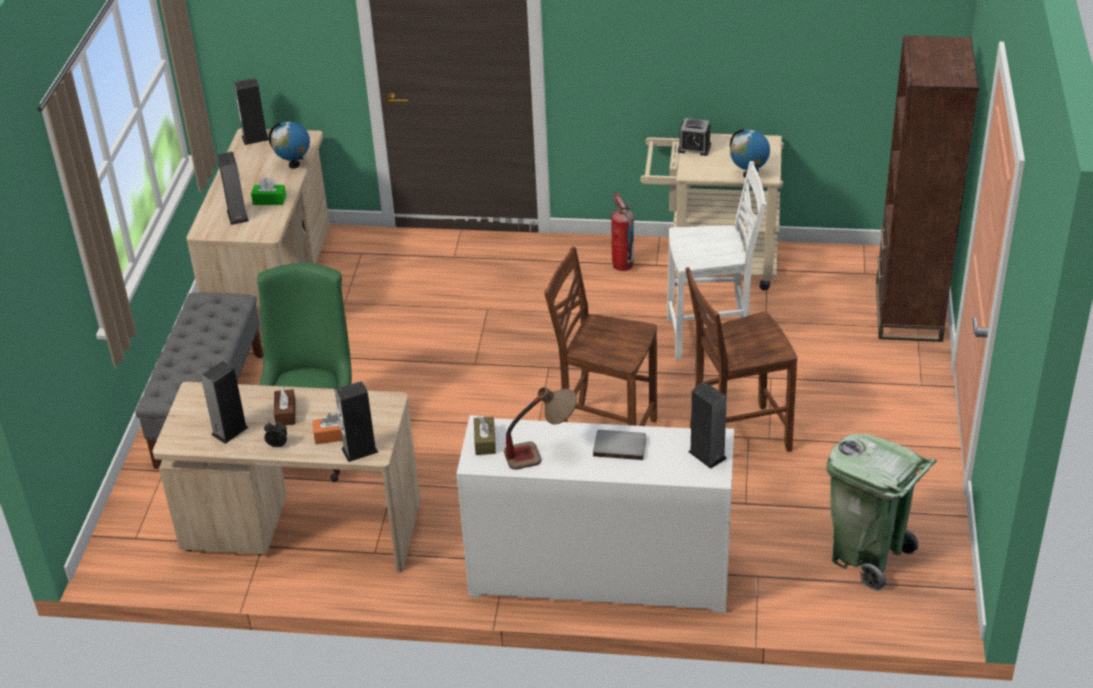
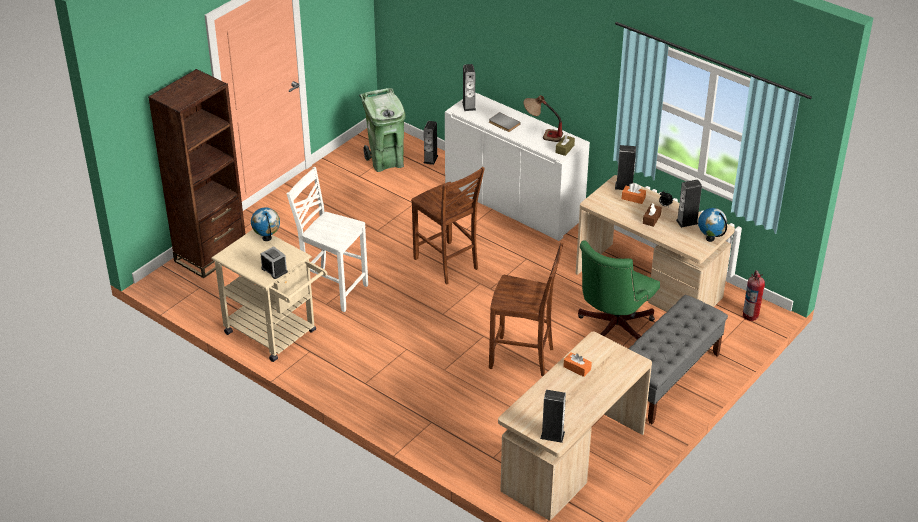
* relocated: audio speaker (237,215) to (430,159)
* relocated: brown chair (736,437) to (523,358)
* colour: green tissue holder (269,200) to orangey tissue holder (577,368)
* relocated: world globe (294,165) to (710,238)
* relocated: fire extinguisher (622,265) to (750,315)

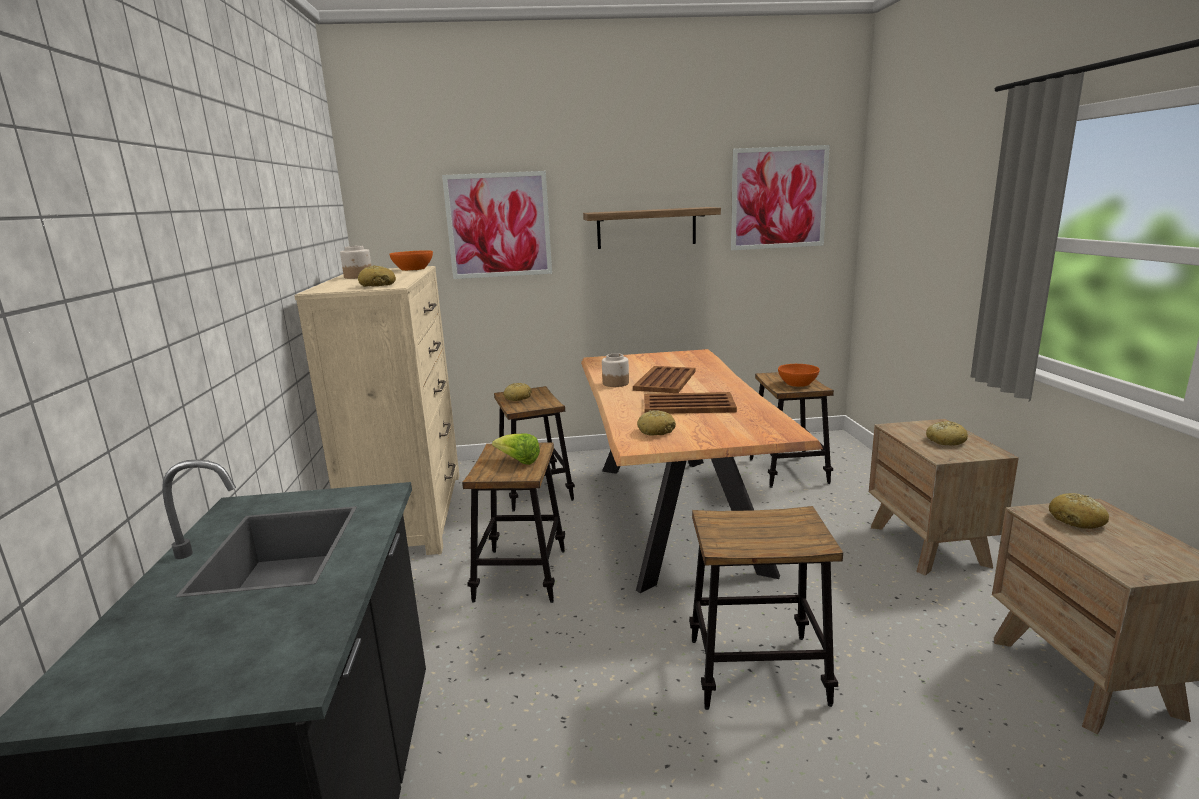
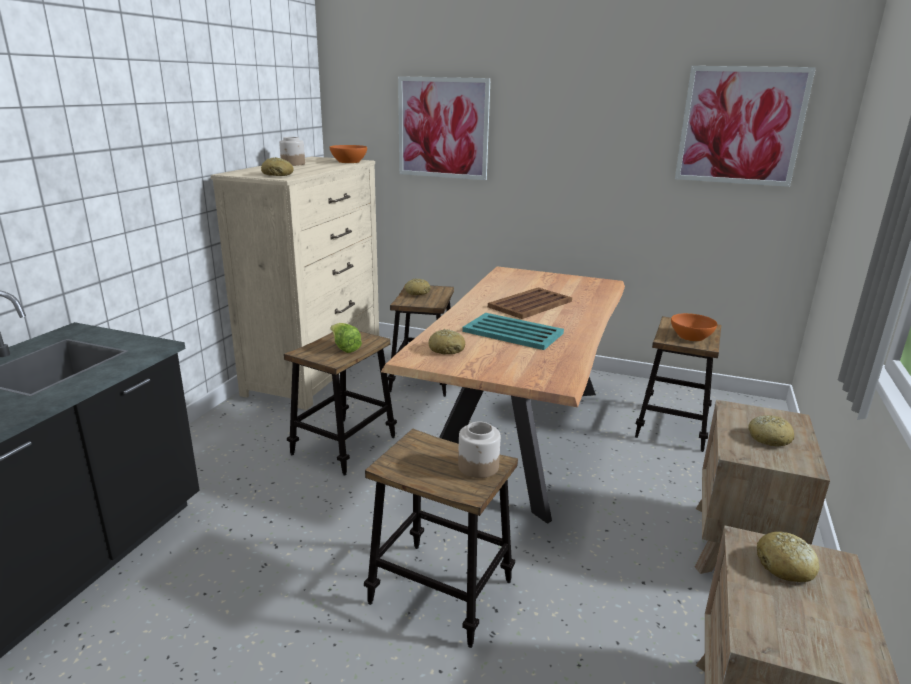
* relocated: preserve jar (616,383) to (479,466)
* colour: brown serving tray (689,405) to turquoise serving tray (513,332)
* missing: wall shelf (646,228)

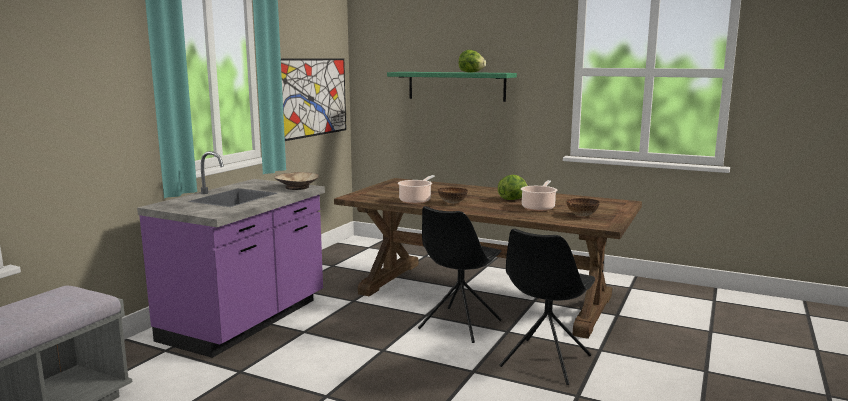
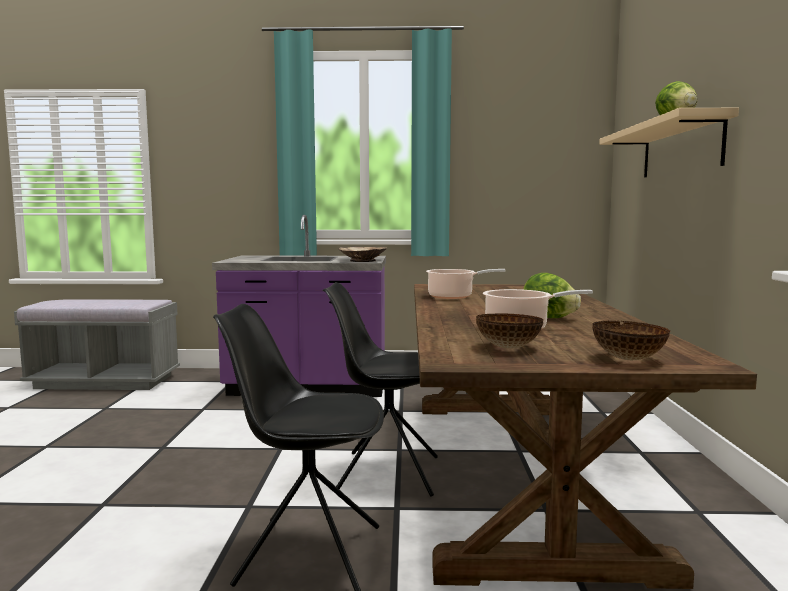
* relocated: deep dish (453,203) to (629,359)
* colour: green wall shelf (456,86) to beige wall shelf (680,149)
* missing: wall picture (313,97)

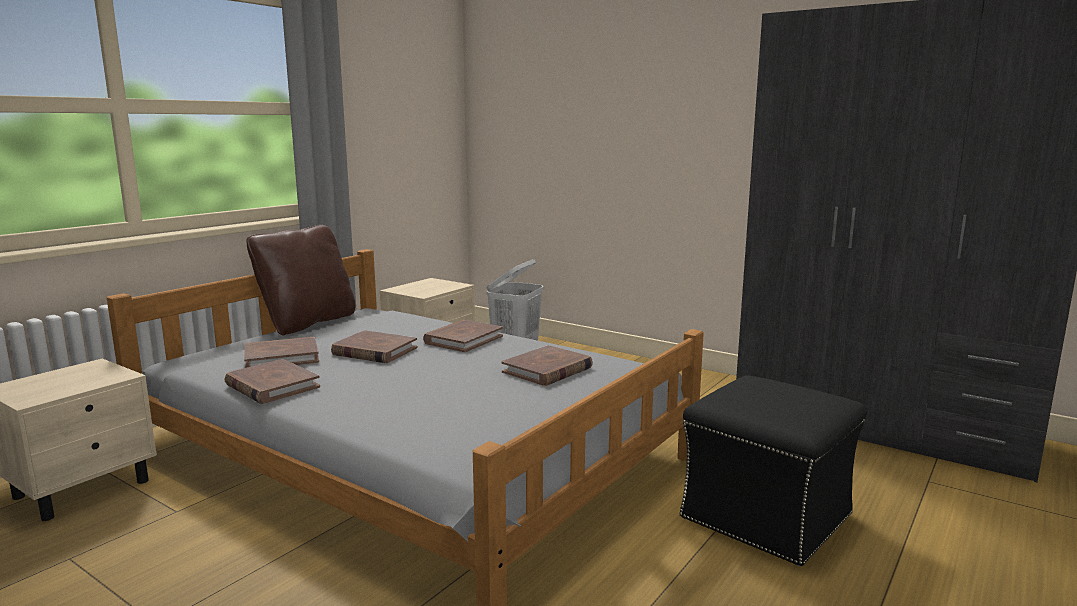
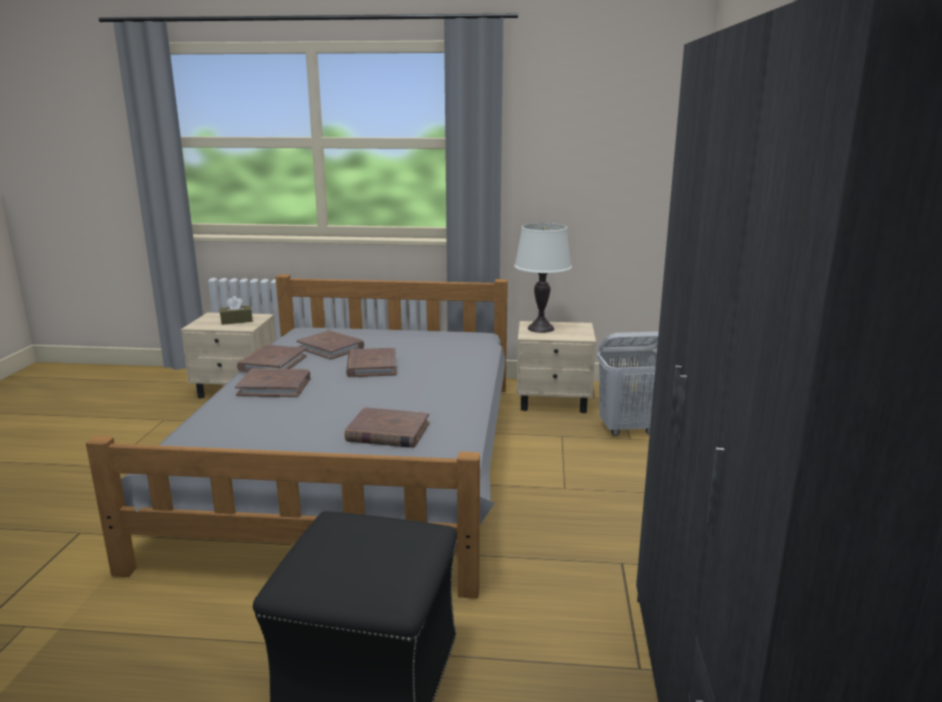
* appeared: brown tissue holder (236,321)
* relocated: brown volume (463,339) to (274,386)
* appeared: whitish table lamp (541,328)
* missing: brown cushion (308,322)

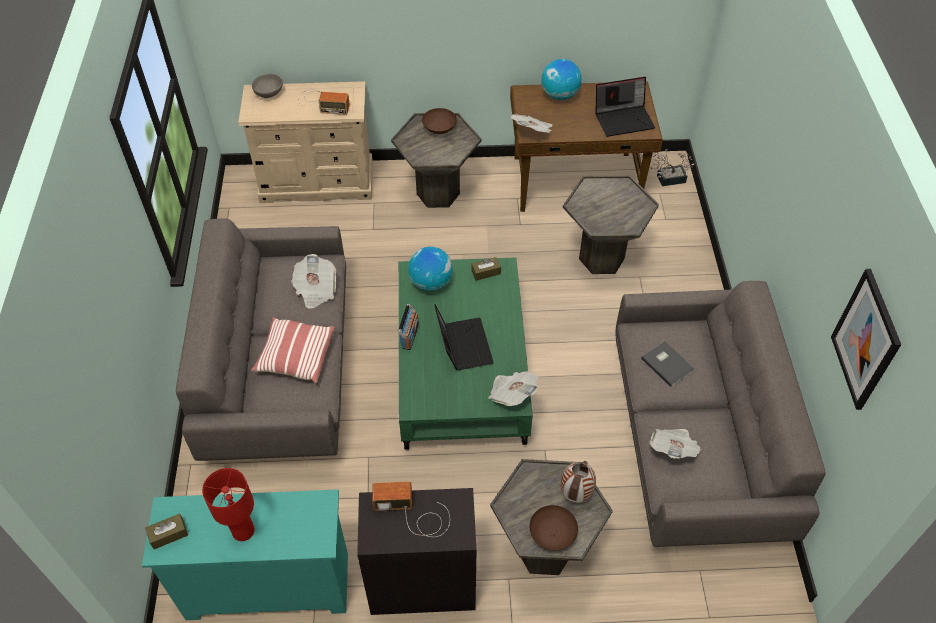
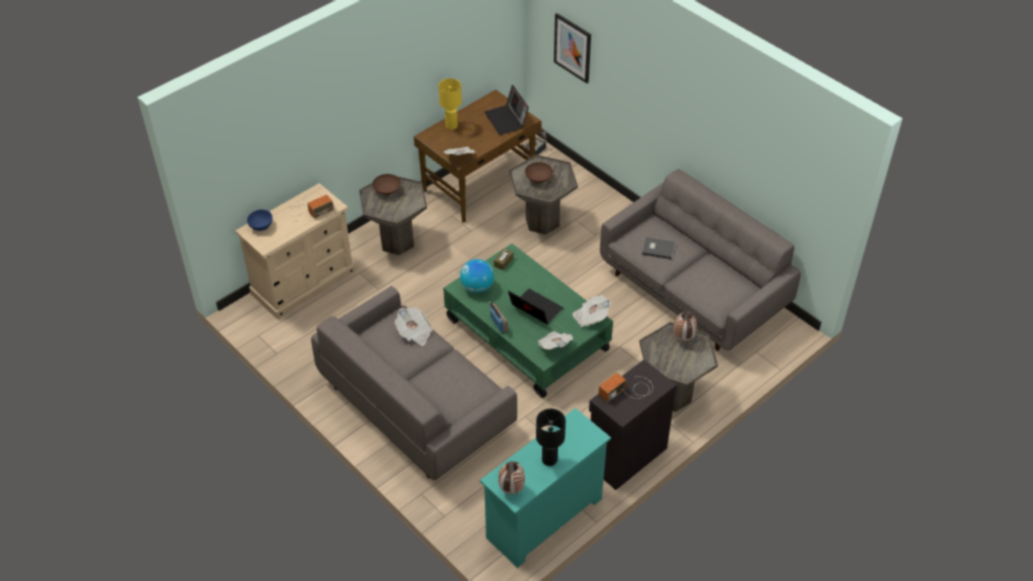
* colour: greyish deep dish (269,93) to blue deep dish (261,226)
* exchanged: world globe (559,95) to yellowish table lamp (452,126)
* spun: notebook computer (624,119) = (506,120) 120 degrees clockwise
* exchanged: brown tissue holder (168,534) to flower vase (511,489)
* relocated: brown deep dish (553,535) to (539,179)
* colour: red-coloured table lamp (243,531) to black table lamp (550,460)
* relocated: daily paper (673,449) to (554,346)
* relocated: wall picture (866,340) to (573,47)
* missing: cushion (295,357)

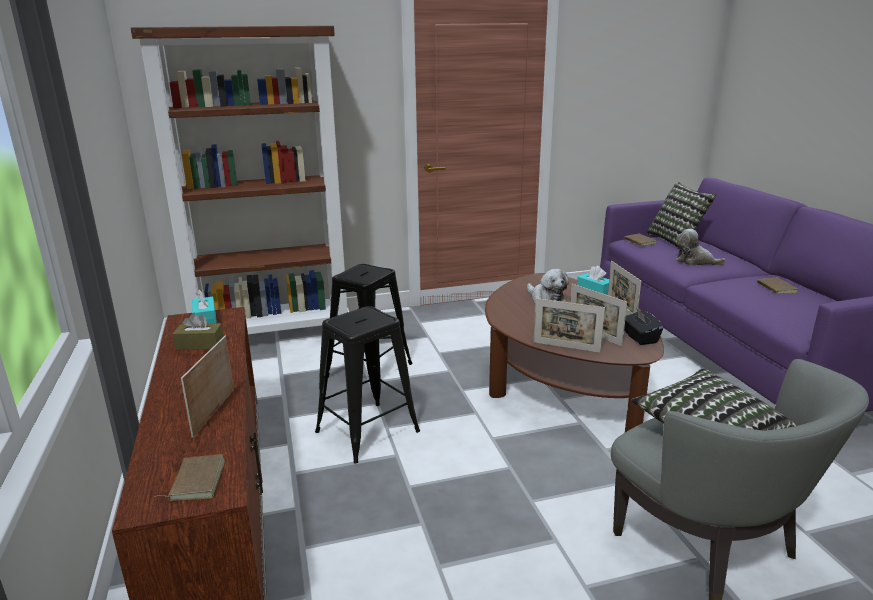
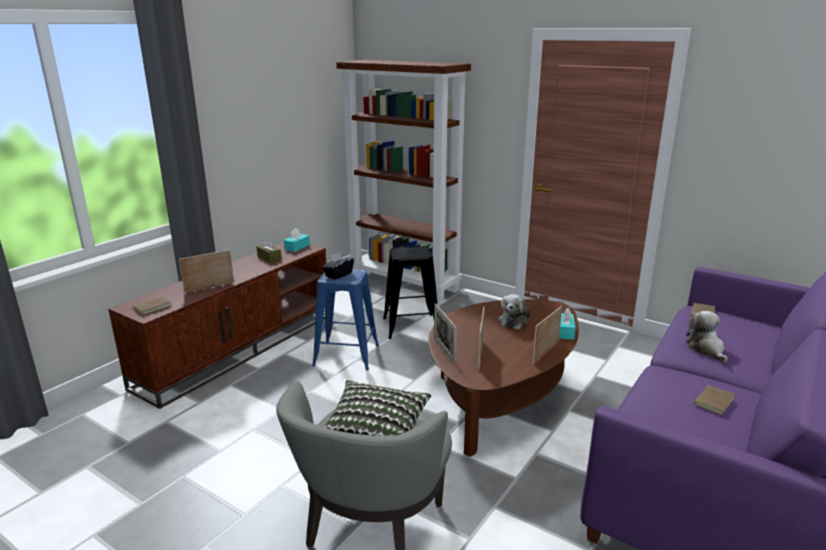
* colour: black sitting stool (367,431) to blue sitting stool (346,355)
* relocated: black tissue holder (640,338) to (338,275)
* missing: cushion (676,241)

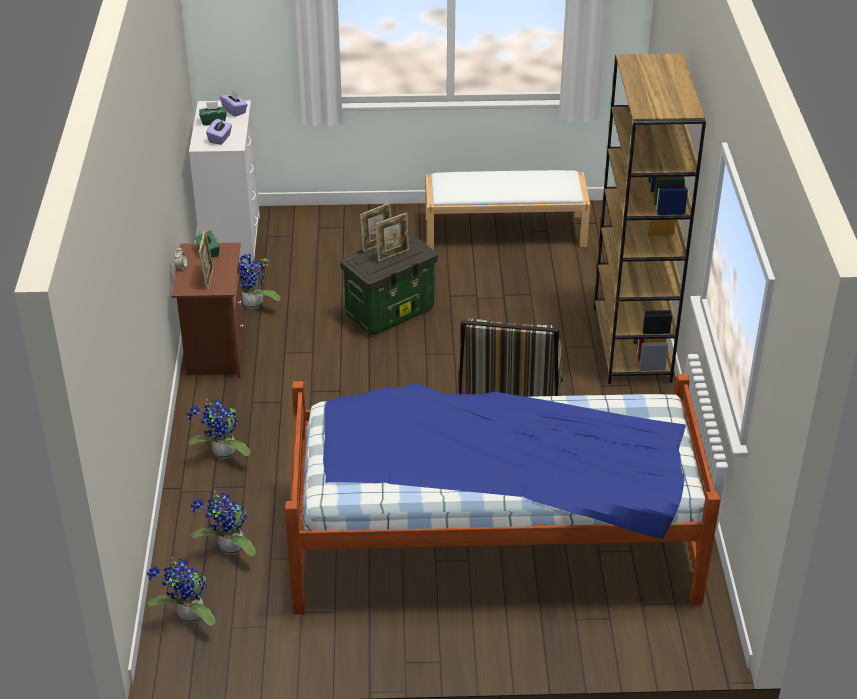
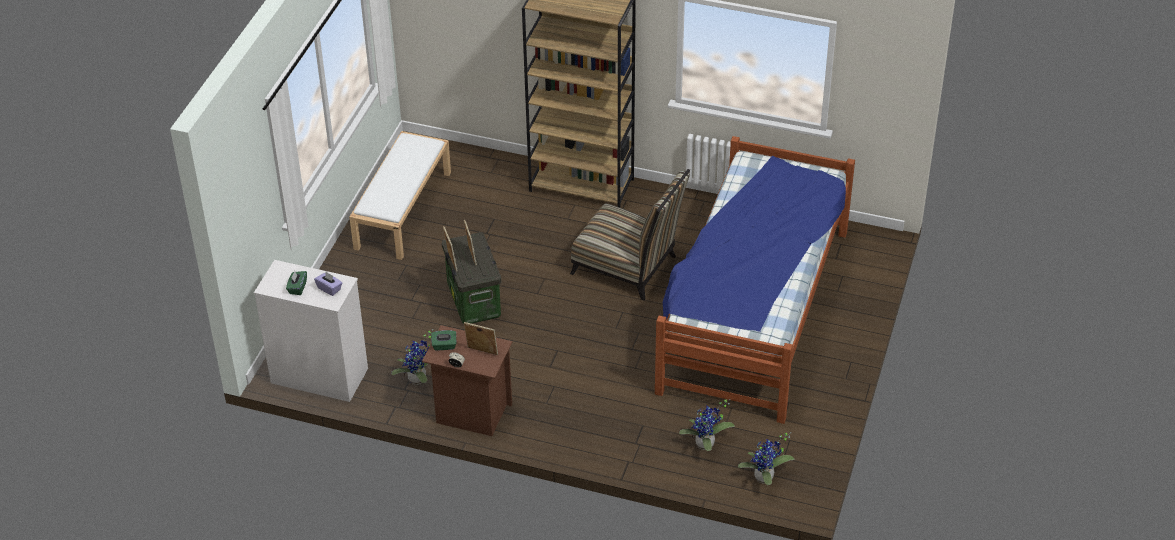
* missing: potted plant (222,454)
* missing: purple-coloured tissue holder (234,111)

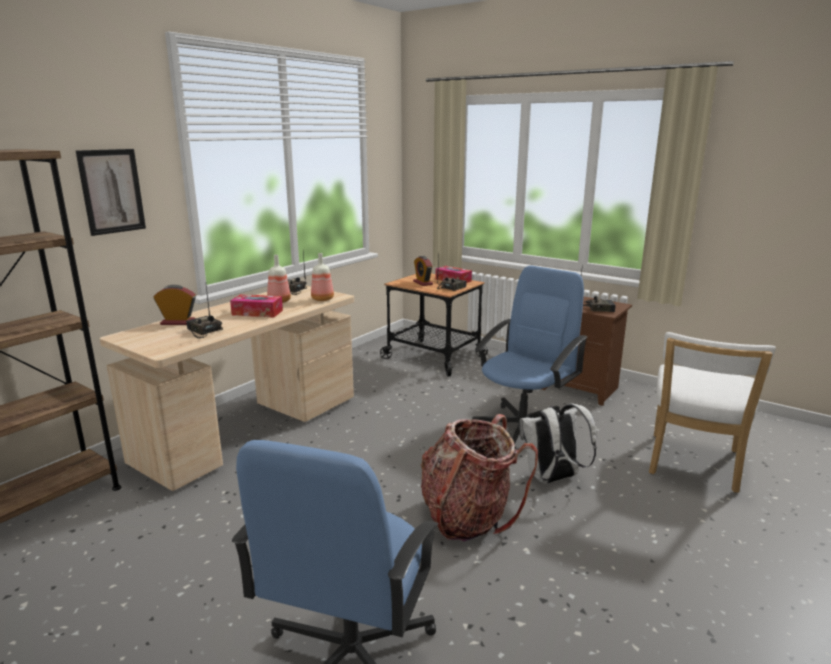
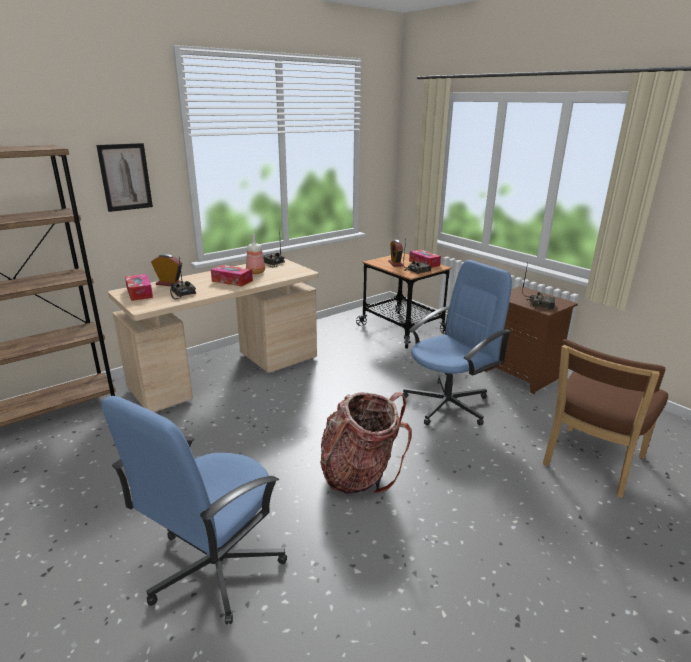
* appeared: tissue holder (139,293)
* colour: whitish chair (692,465) to brown chair (590,464)
* missing: bottle (322,299)
* missing: whitish knapsack (552,478)

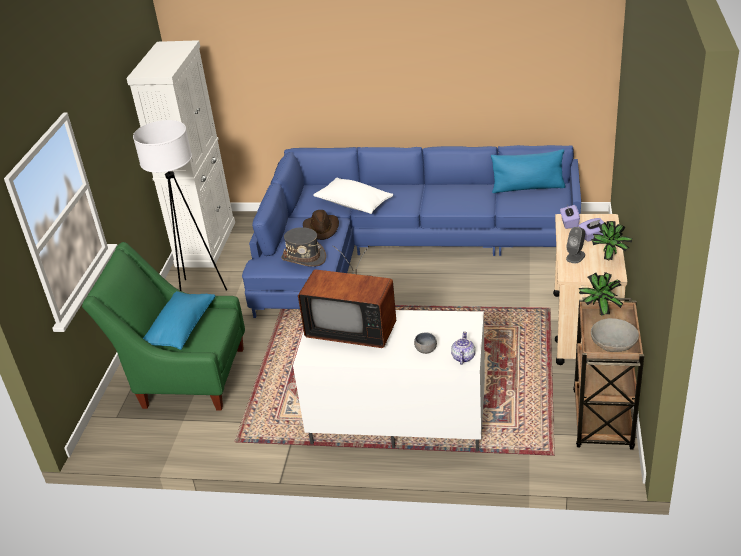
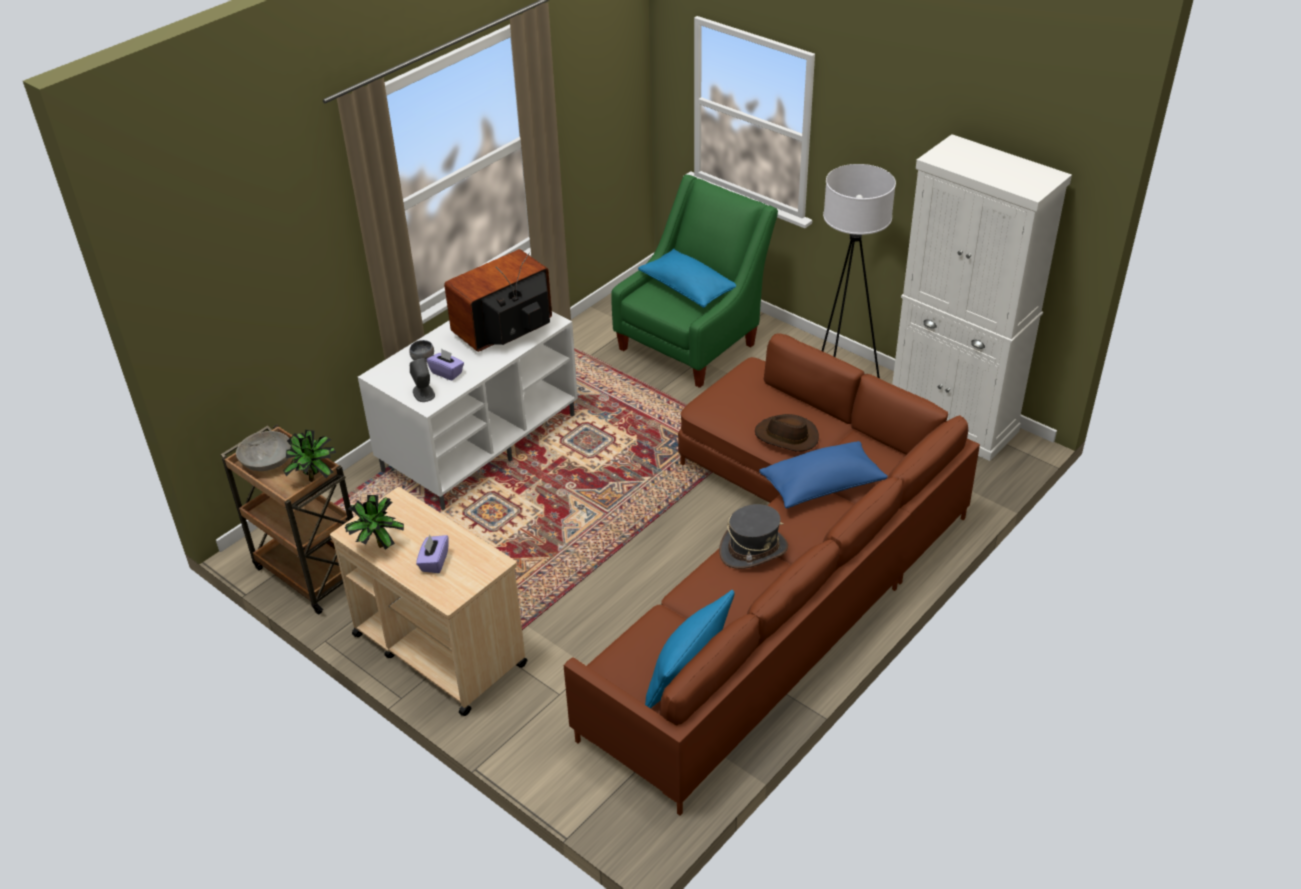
* relocated: greyish audio speaker (575,256) to (423,393)
* relocated: purple-coloured tissue holder (569,223) to (447,372)
* colour: blue couch (397,248) to brown couch (779,576)
* relocated: greyish wearable hat (304,258) to (753,550)
* colour: whitish cushion (354,204) to blue cushion (822,486)
* missing: tea pot (463,357)

